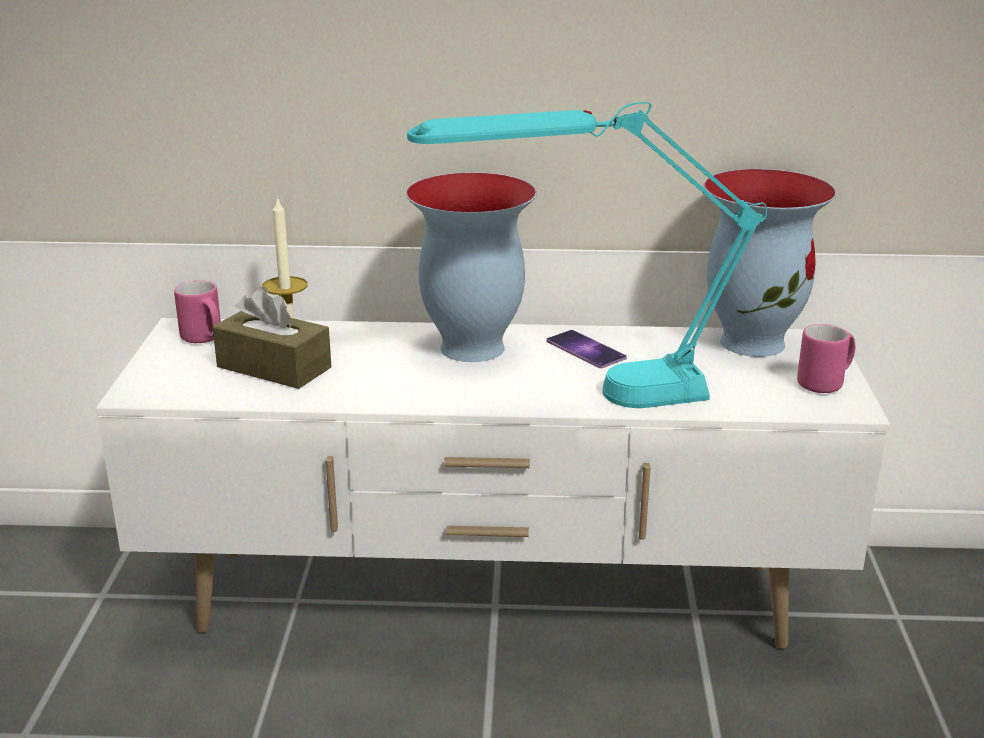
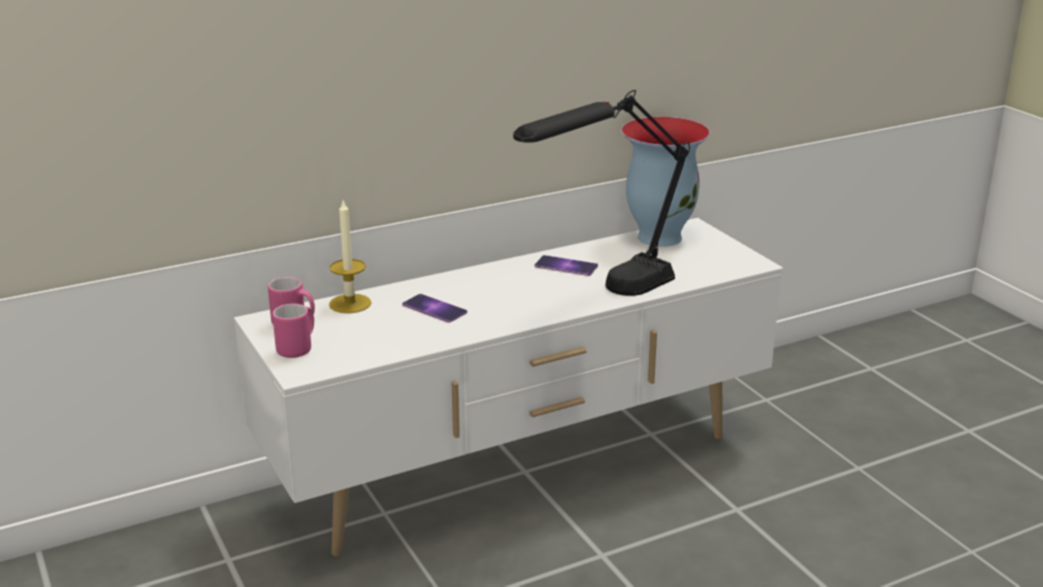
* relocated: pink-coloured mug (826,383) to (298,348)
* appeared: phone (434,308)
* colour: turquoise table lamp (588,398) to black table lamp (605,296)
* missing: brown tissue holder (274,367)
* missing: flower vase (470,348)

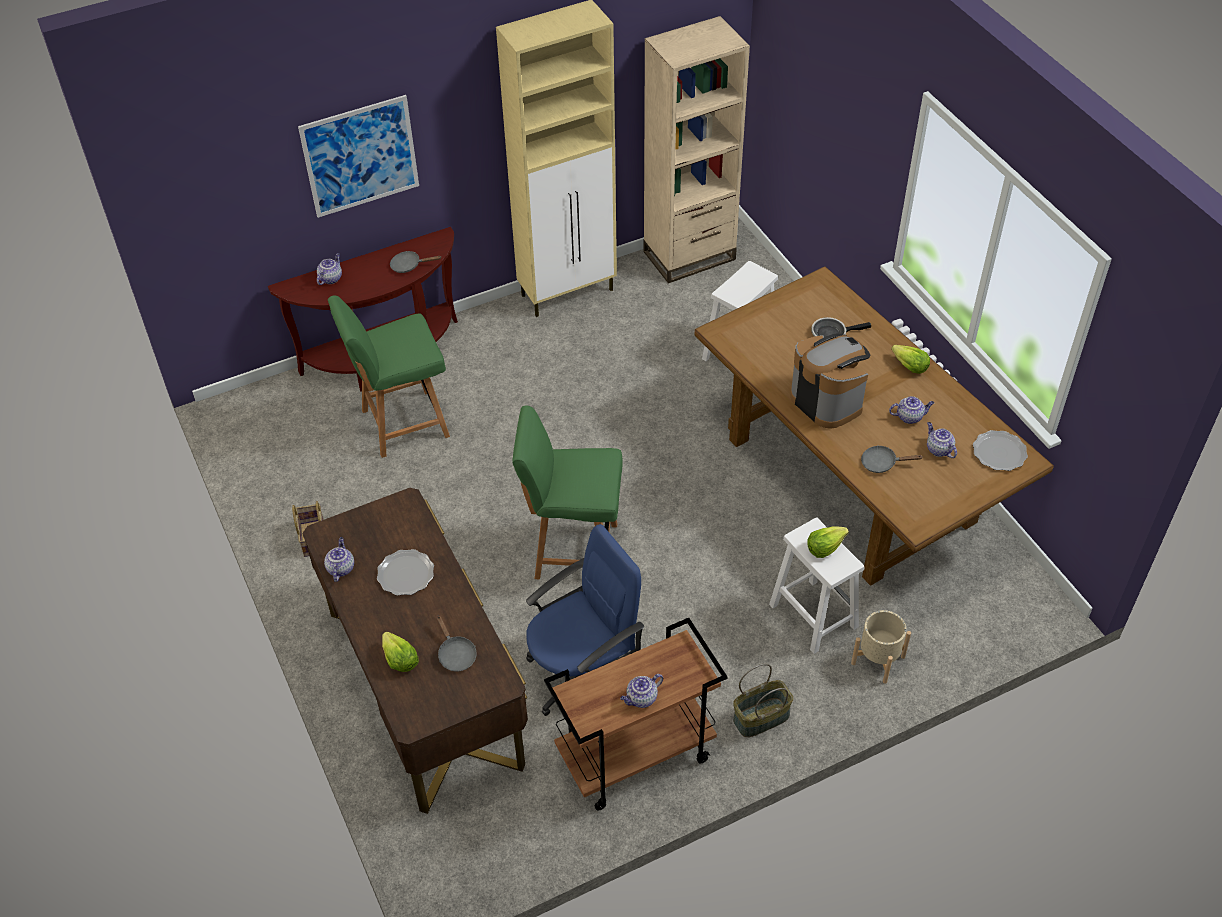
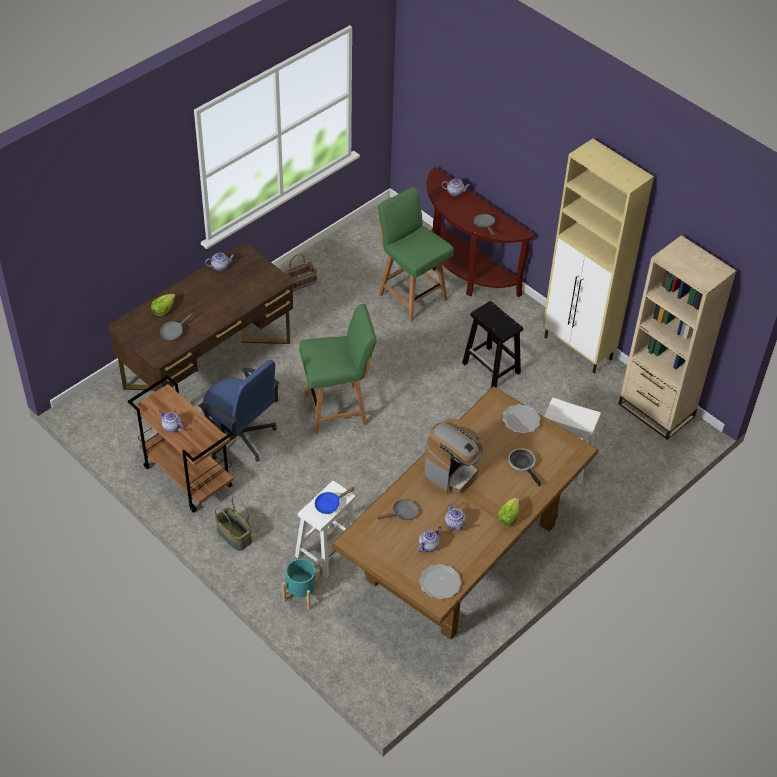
* colour: beige planter (878,660) to turquoise planter (301,594)
* spun: green chair (573,550) = (337,409) 90 degrees clockwise
* exchanged: lettuce (825,547) to blue pan (330,504)
* spun: greyish pan (882,463) = (402,513) 75 degrees clockwise
* appeared: black sitting stool (492,368)
* relocated: flat dish (406,574) to (521,420)
* missing: wall picture (360,156)

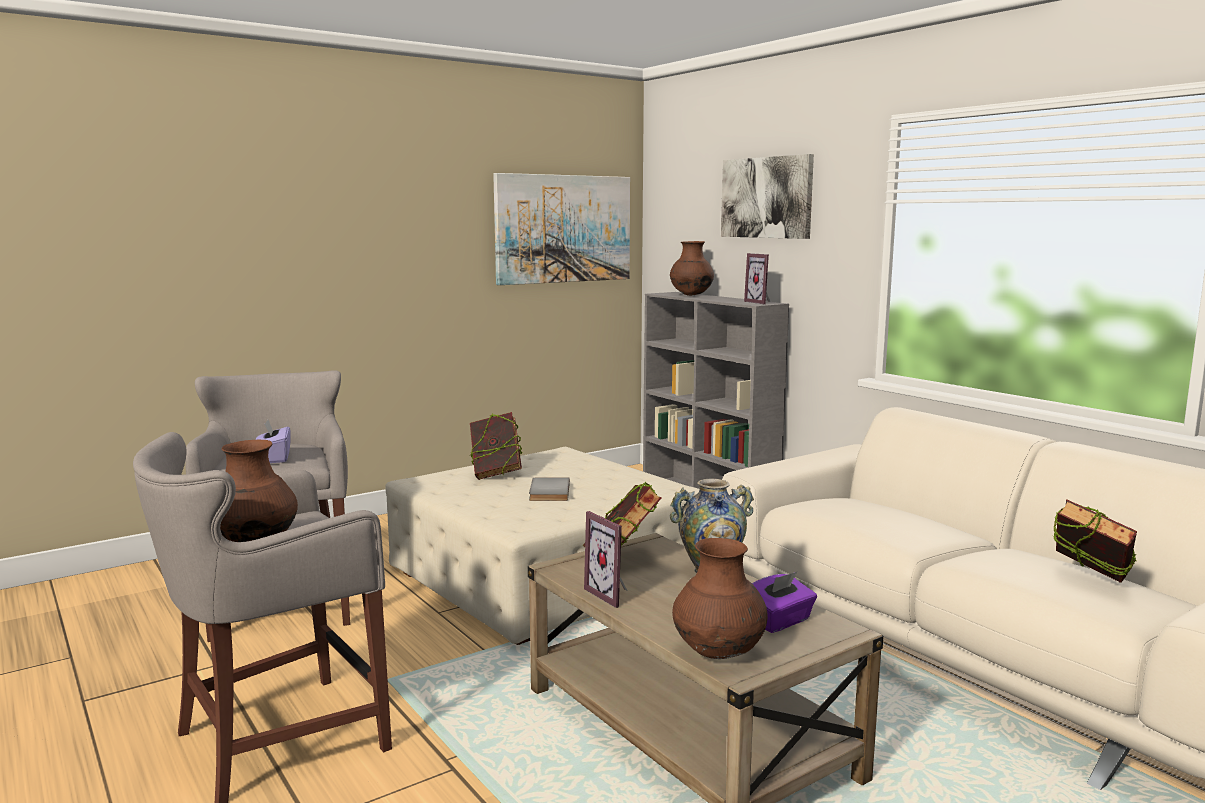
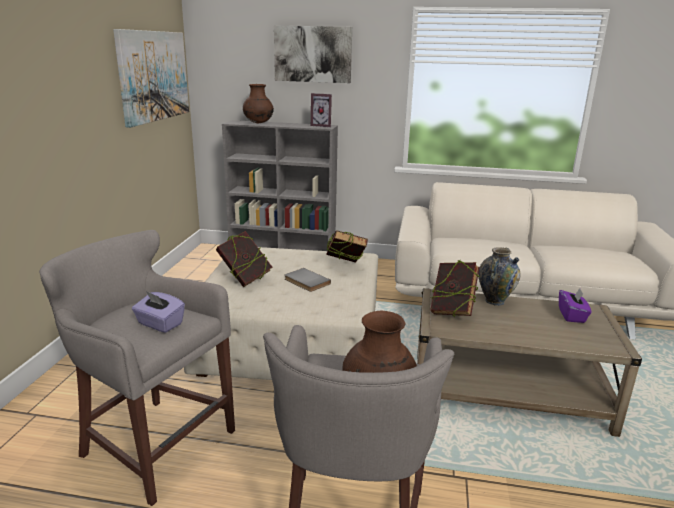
* relocated: volume (1089,584) to (345,267)
* missing: standing frame (612,594)
* missing: brown flower vase (718,654)

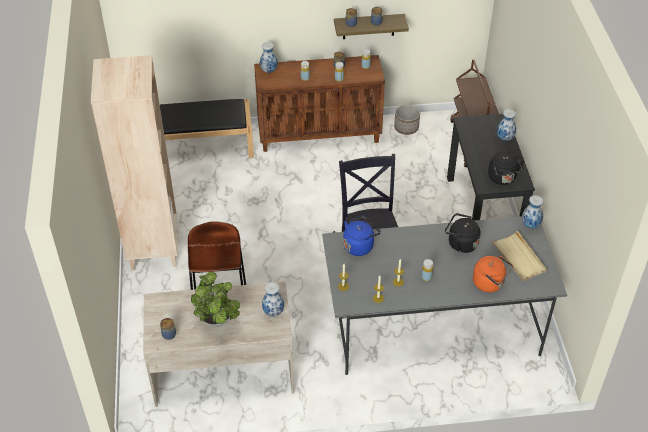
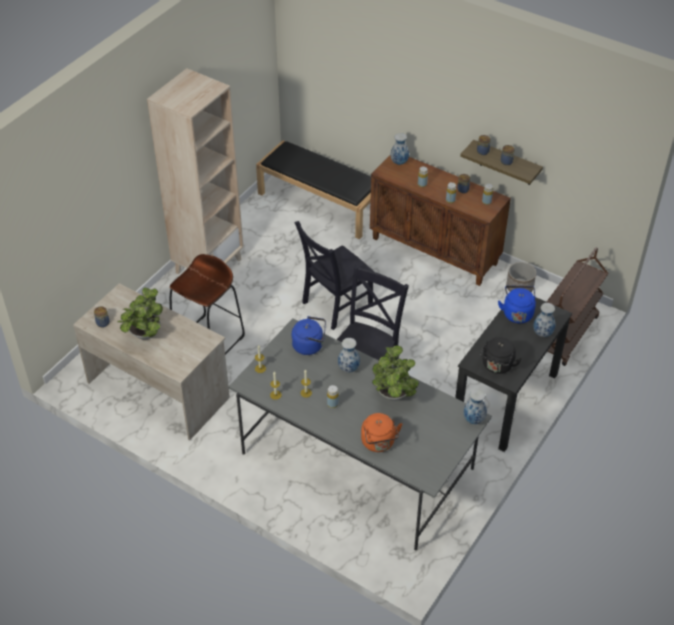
* appeared: black chair (334,305)
* relocated: flower vase (274,312) to (349,369)
* exchanged: black kettle (460,243) to potted plant (393,396)
* appeared: blue kettle (517,313)
* missing: beige serving tray (519,258)

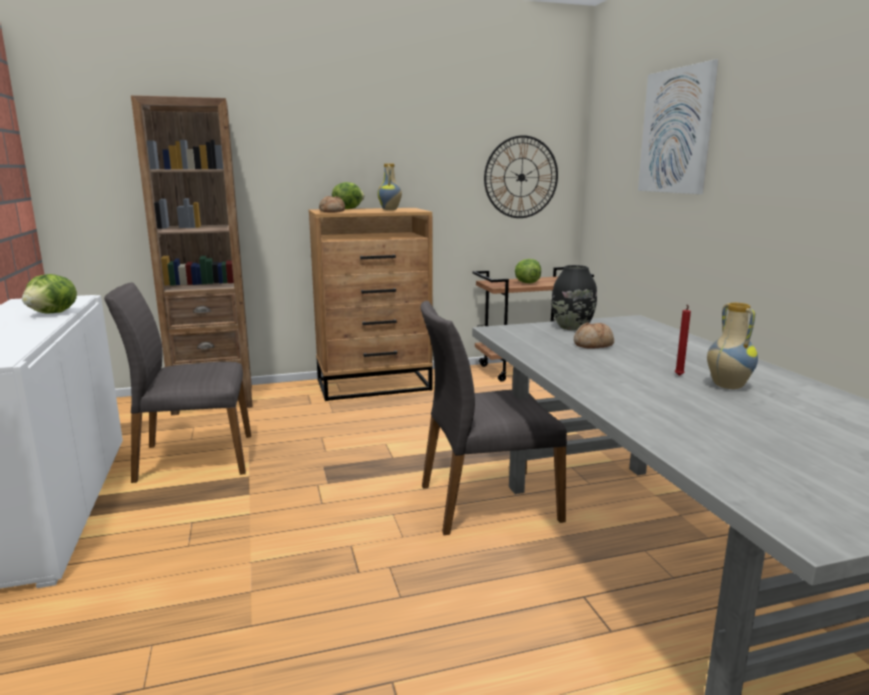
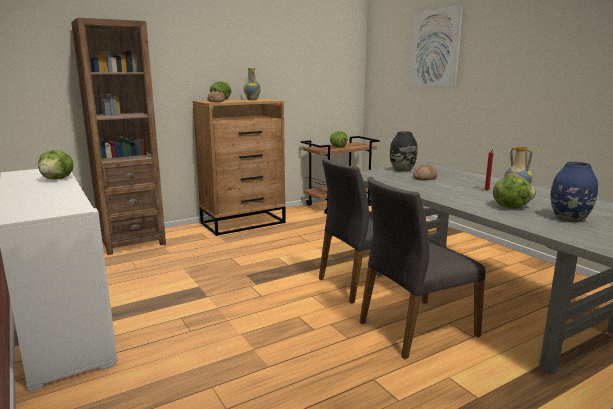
* relocated: greyish chair (193,458) to (415,328)
* appeared: lettuce (510,207)
* appeared: blue flower vase (569,219)
* missing: clock on the wall (521,177)

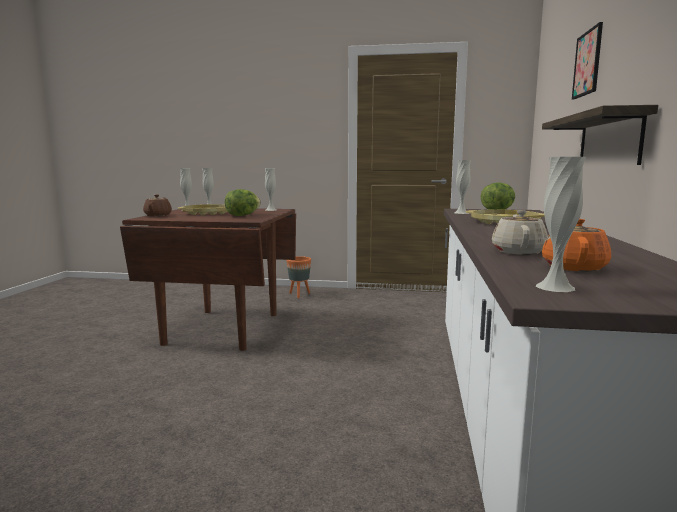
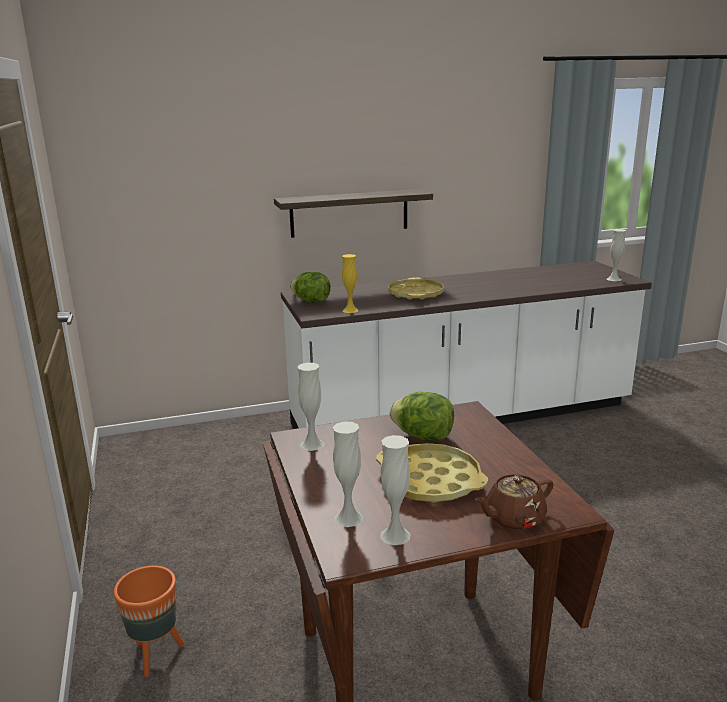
* colour: whitish flower vase (461,213) to yellowish flower vase (350,310)
* missing: beige tea pot (518,251)
* missing: orangey tea pot (574,267)
* missing: wall picture (587,63)

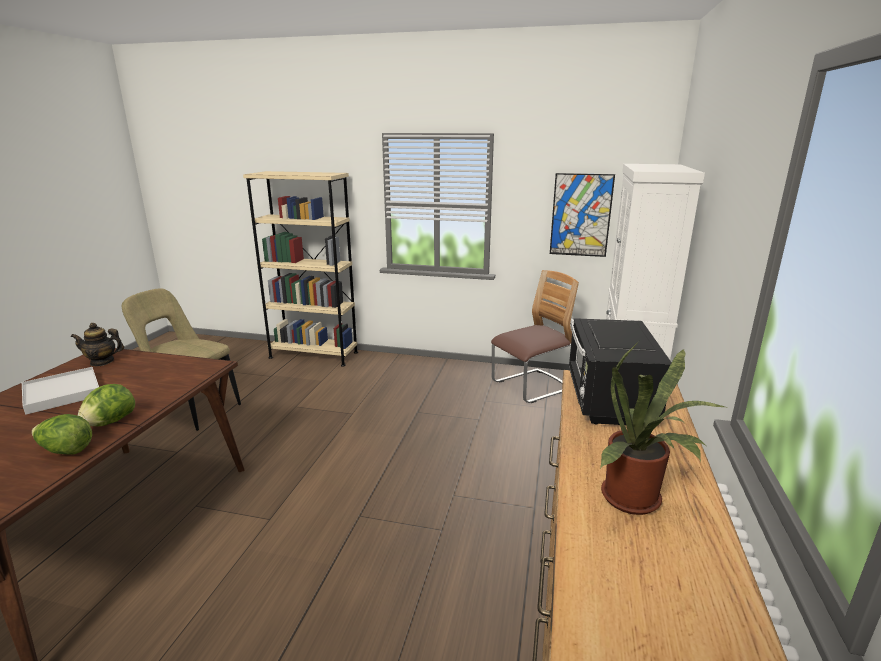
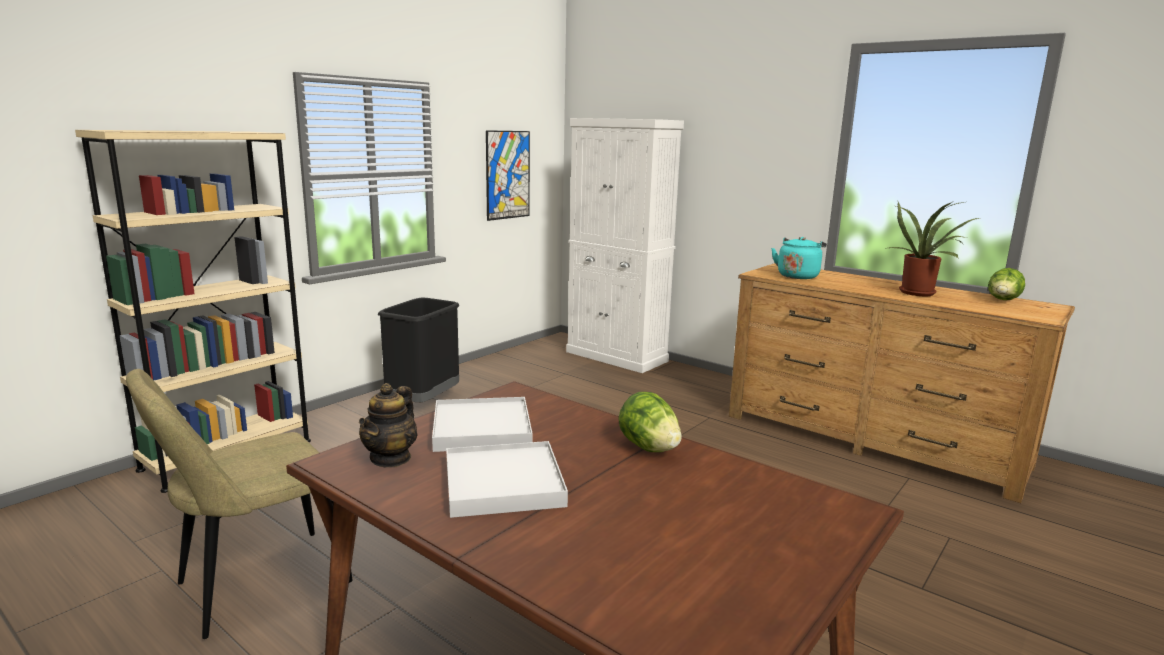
* appeared: black trash can (423,402)
* appeared: whitish serving tray (482,429)
* exchanged: black microwave (608,401) to turquoise kettle (798,276)
* relocated: lettuce (66,451) to (1003,301)
* missing: chair (531,387)

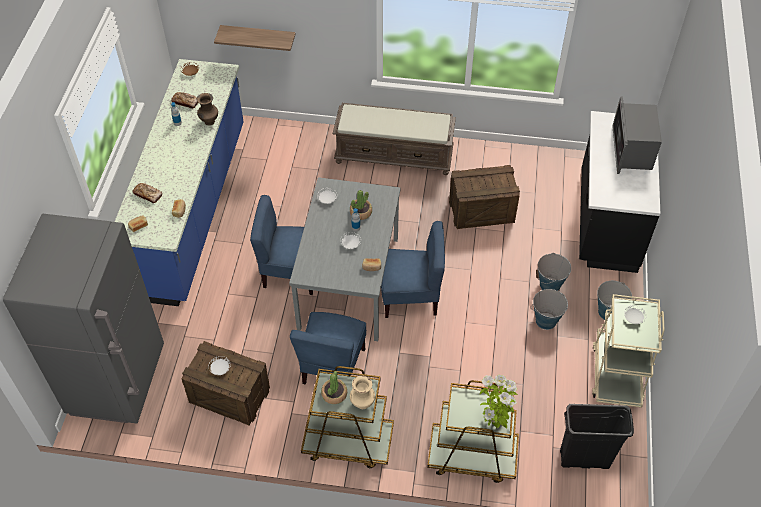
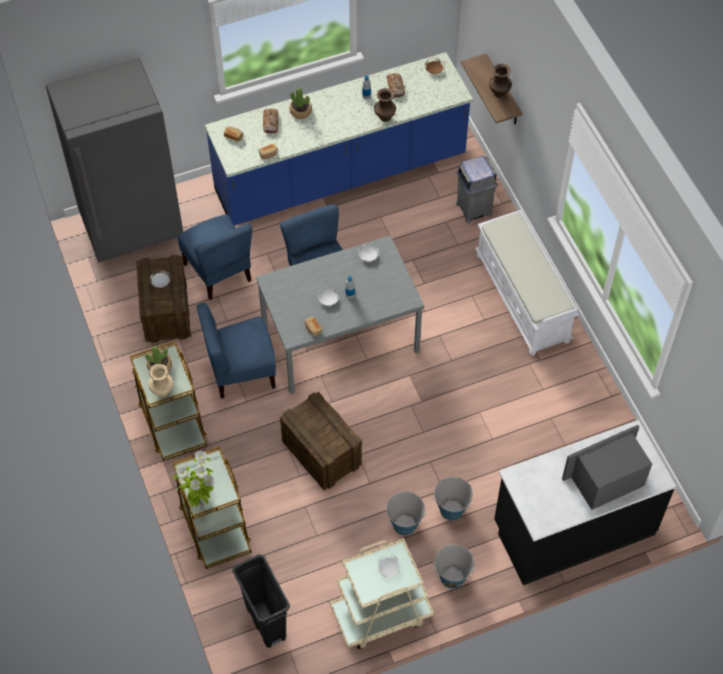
* relocated: blue chair (410,297) to (219,272)
* relocated: packing crate (481,211) to (321,452)
* relocated: potted plant (361,212) to (301,111)
* appeared: greyish trash can (473,208)
* colour: brown bench (394,155) to whitish bench (523,298)
* appeared: brown flower vase (499,93)

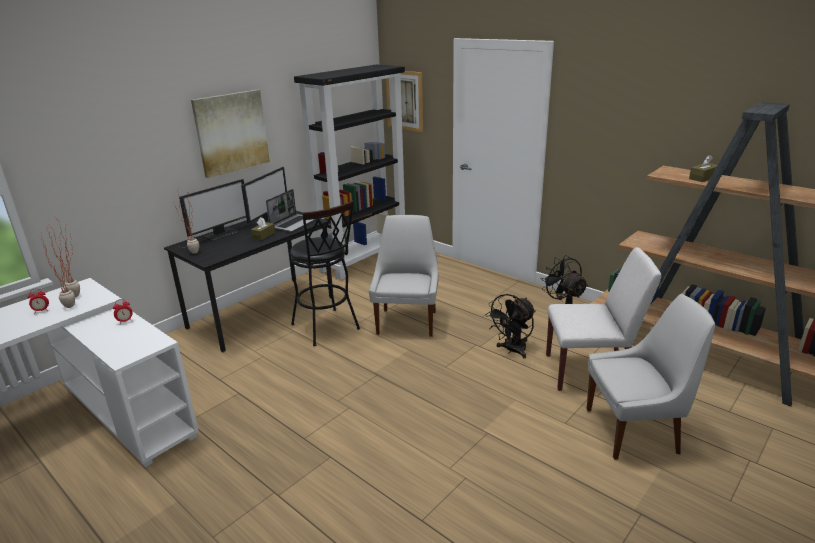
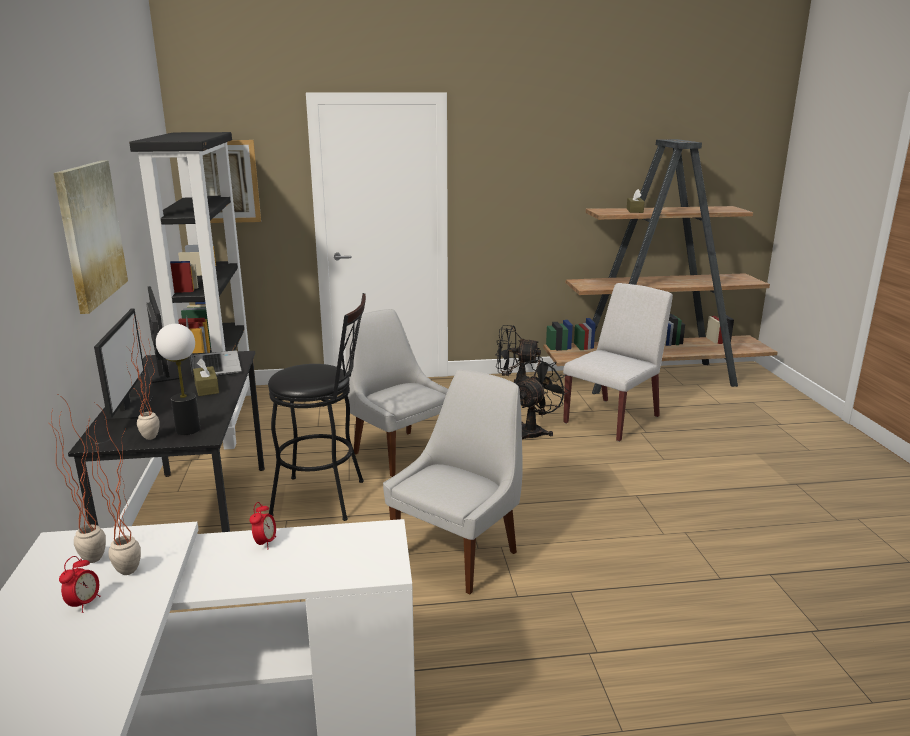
* appeared: table lamp (187,430)
* relocated: whitish chair (635,430) to (459,553)
* spun: black fan (512,350) = (534,431) 135 degrees counterclockwise

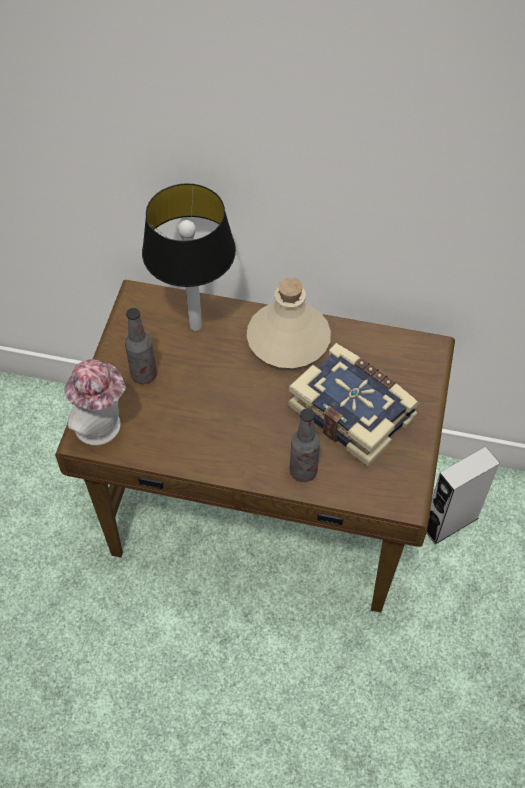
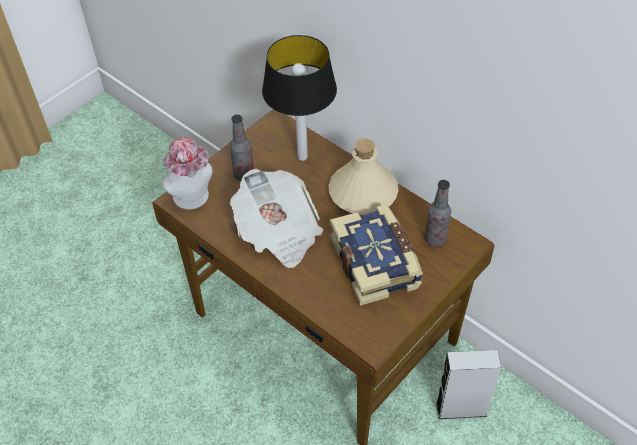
* appeared: daily paper (278,232)
* relocated: bottle (303,471) to (435,239)

